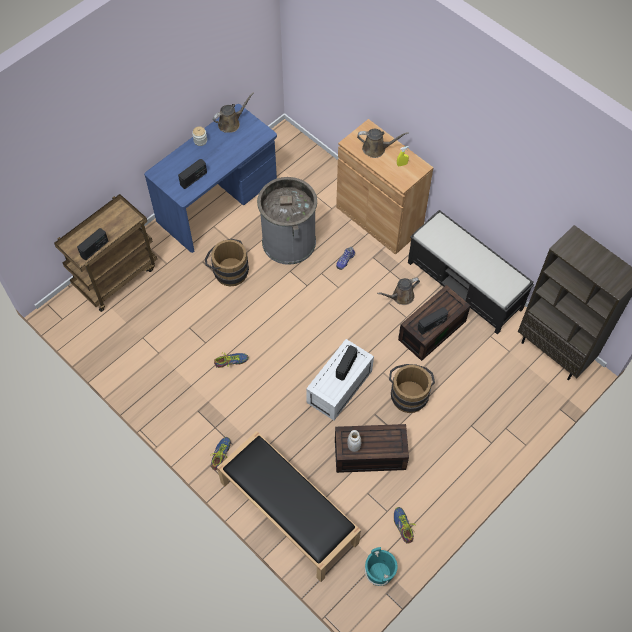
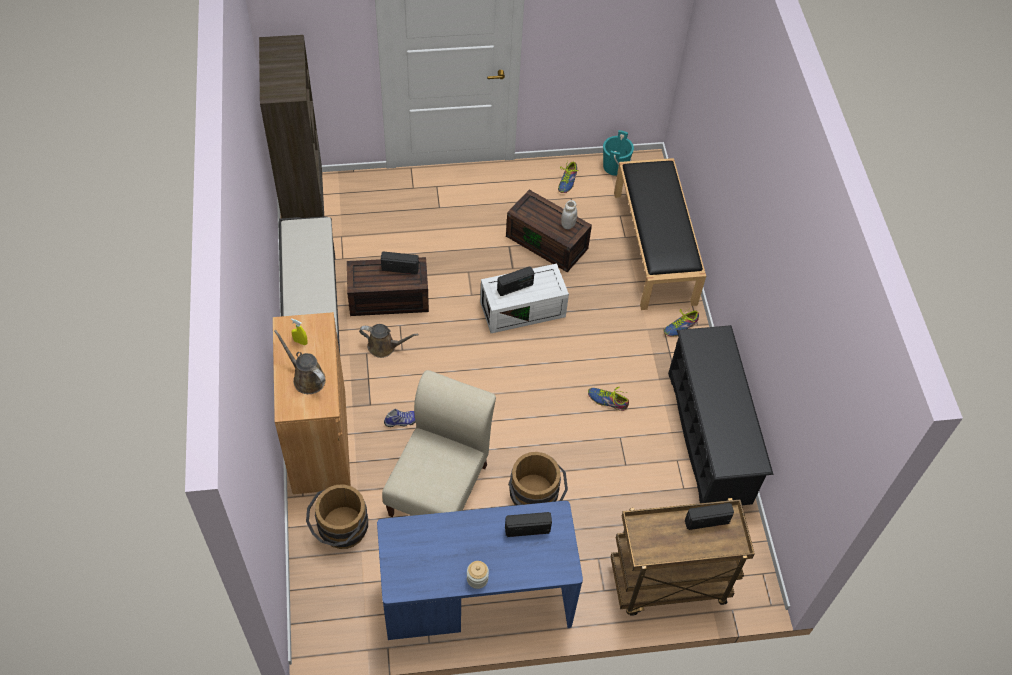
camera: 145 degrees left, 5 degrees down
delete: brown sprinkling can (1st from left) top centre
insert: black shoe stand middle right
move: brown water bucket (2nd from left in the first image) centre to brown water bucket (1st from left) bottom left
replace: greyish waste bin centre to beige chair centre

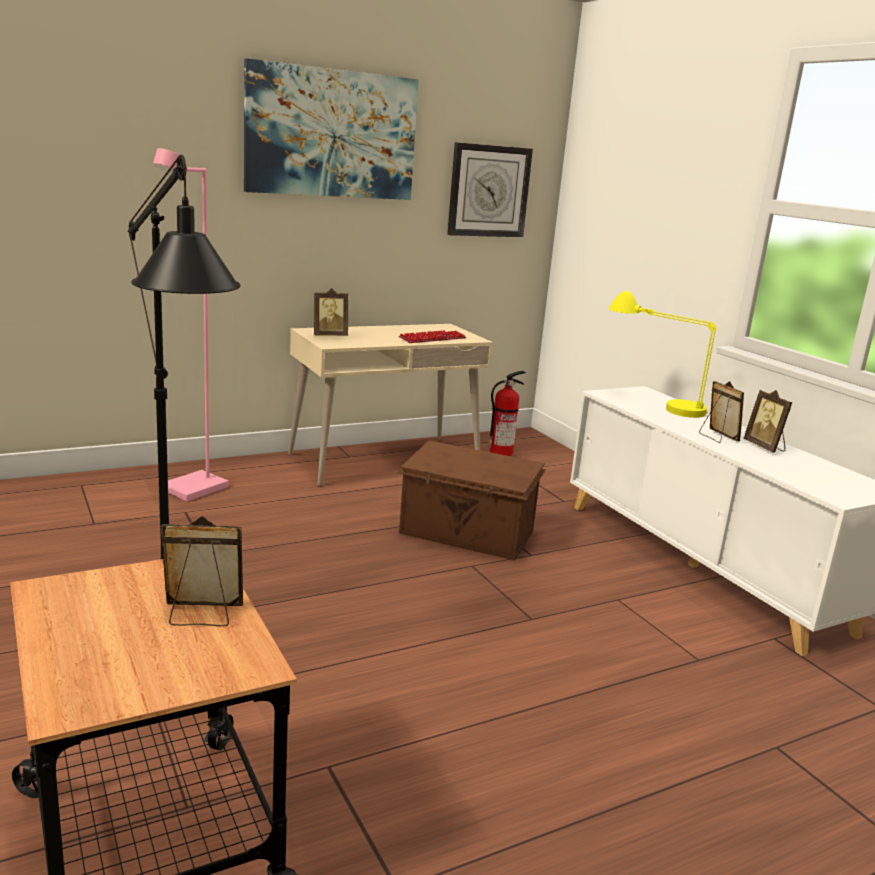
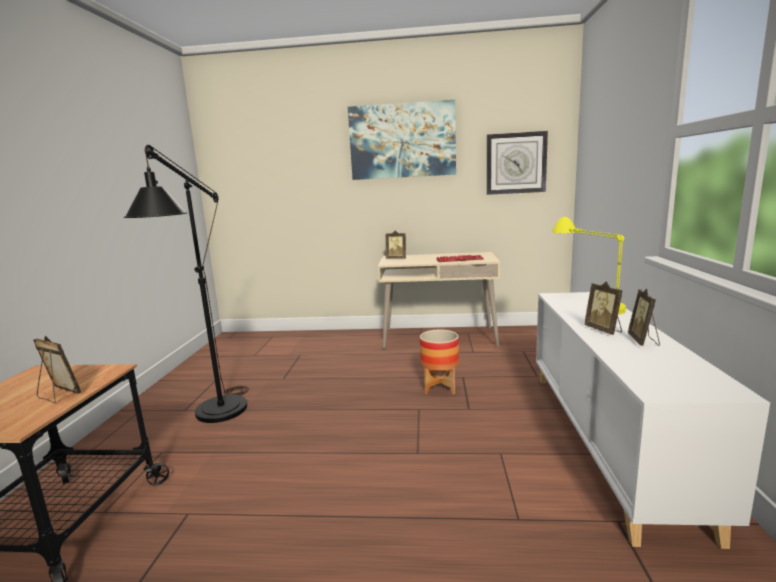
camera: 35 degrees right, 5 degrees down
delete: pink standing lamp middle left; extinguisher centre
replace: brown storage container centre to flower pot centre
rotate: photo frame (3rd from left) middle right = middle right 150 degrees clockwise

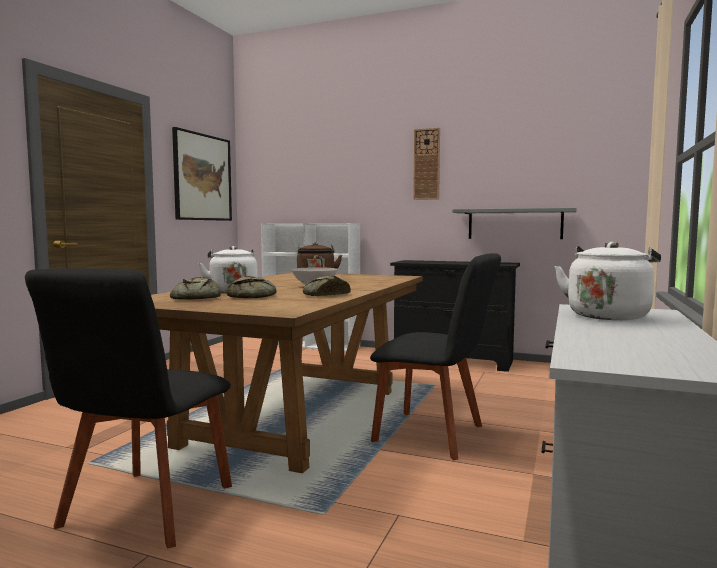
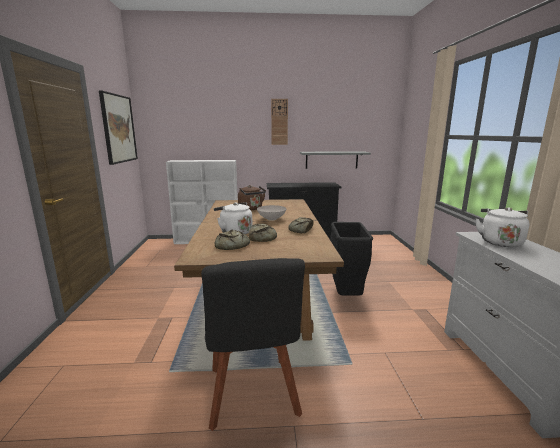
camera: 25 degrees left, 10 degrees up
replace: black chair (2nd from left) centre to black waste bin centre

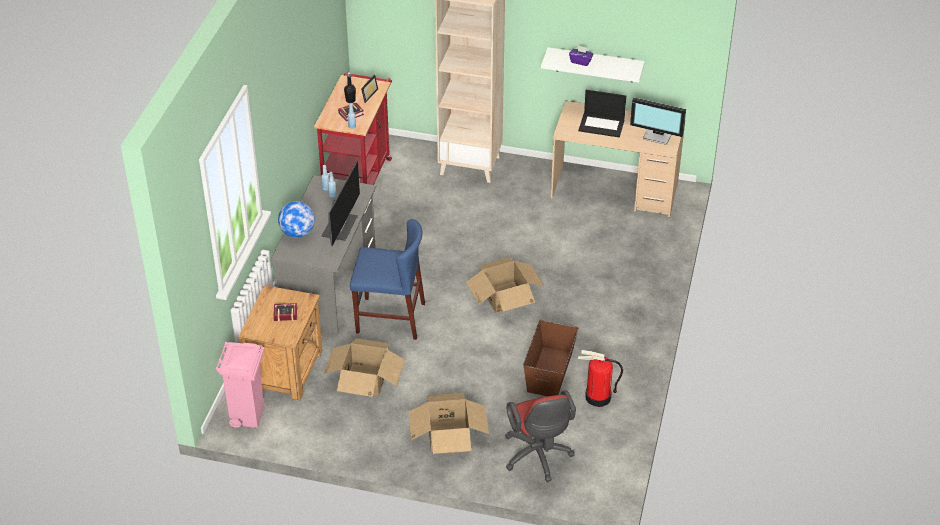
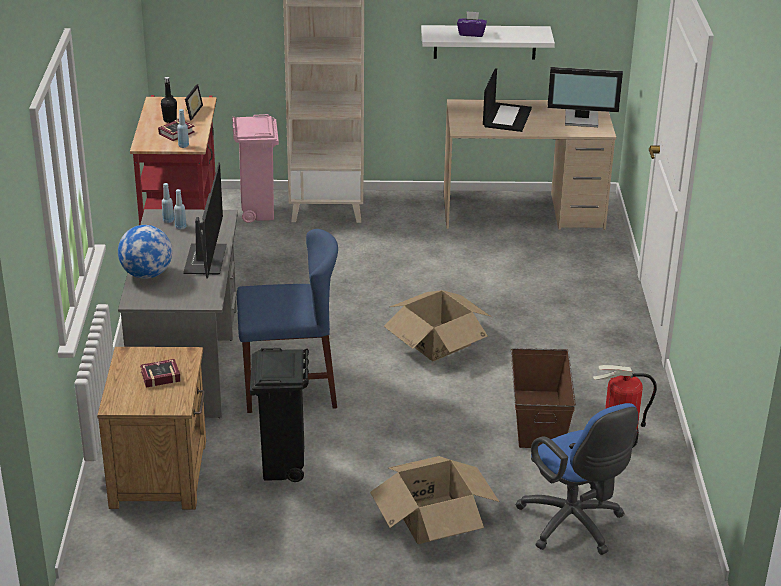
camera: 15 degrees left, 10 degrees down
move: pink waste bin bottom left to top left
replace: packing box (1st from left) bottom centre to black waste bin bottom centre
recolor: red desk chair bottom centre to blue desk chair bottom right
rotate: notebook computer top centre = top centre 75 degrees counterclockwise

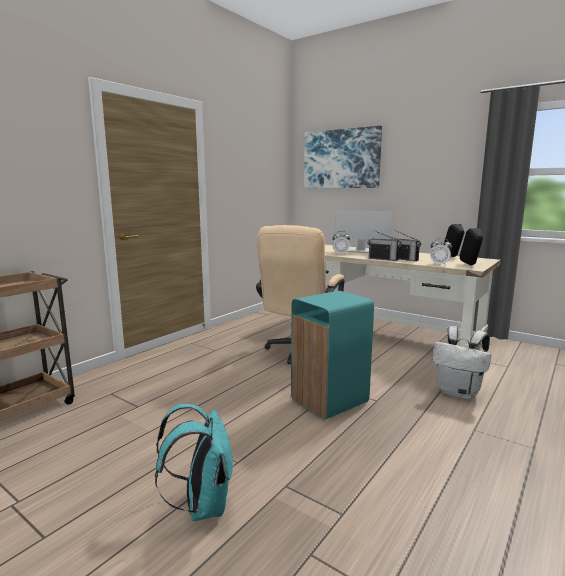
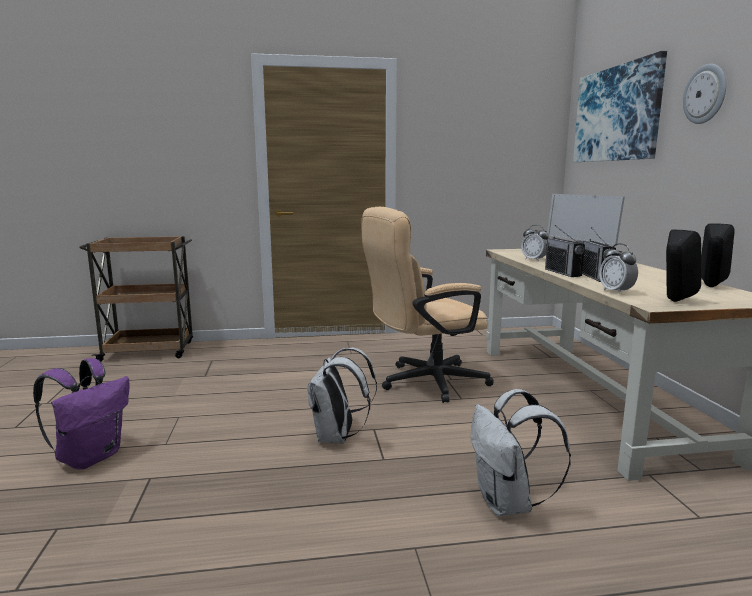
camera: 45 degrees right, 0 degrees up
insert: wall clock top right
replace: turquoise waste bin centre to white rucksack (1st from left) centre
recolor: turquoise rucksack bottom centre to purple-coloured rucksack bottom left

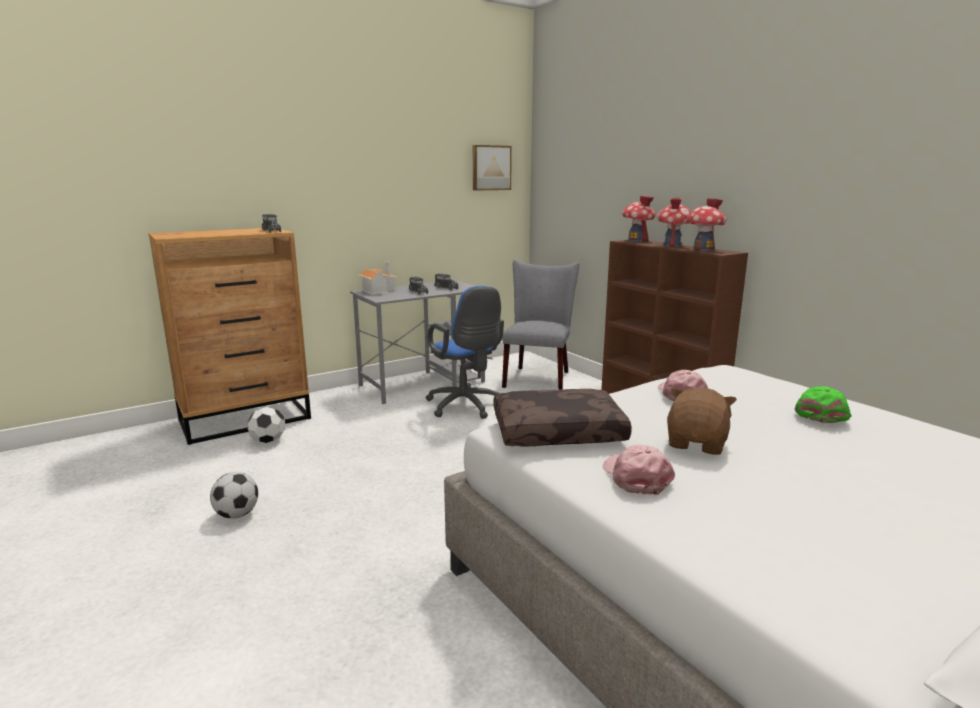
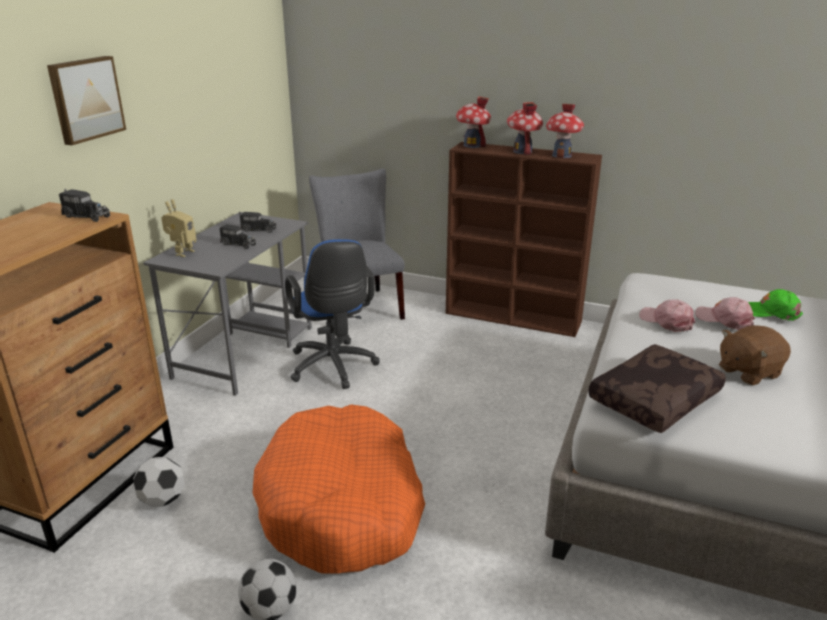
camera: 35 degrees left, 10 degrees up
insert: orangey dog bed bottom centre
move: wall art top centre to top left; pink baseball cap (1st from left in the first image) centre to pink baseball cap (2nd from left) middle right
replace: toy house (1st from left) centre to robot figure middle left
rotate: blue desk chair centre = centre 45 degrees clockwise; brown cuddly toy middle right = middle right 105 degrees counterclockwise; greenish baseball cap middle right = middle right 60 degrees counterclockwise

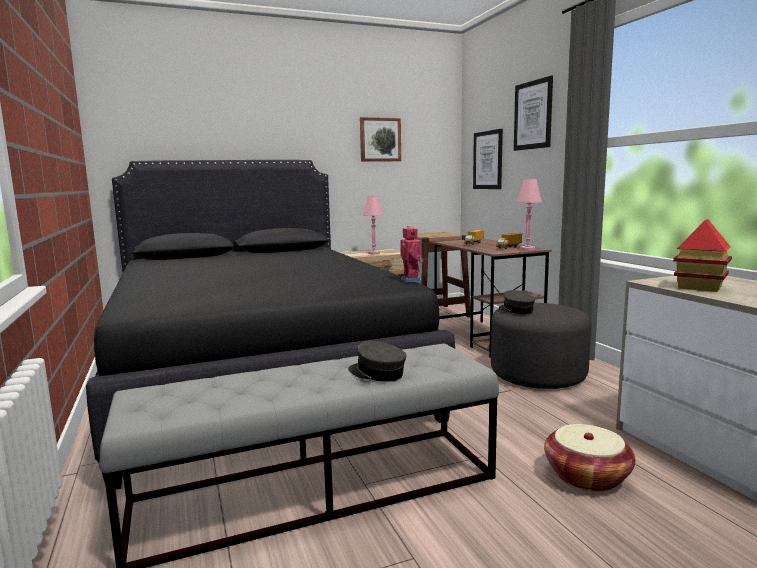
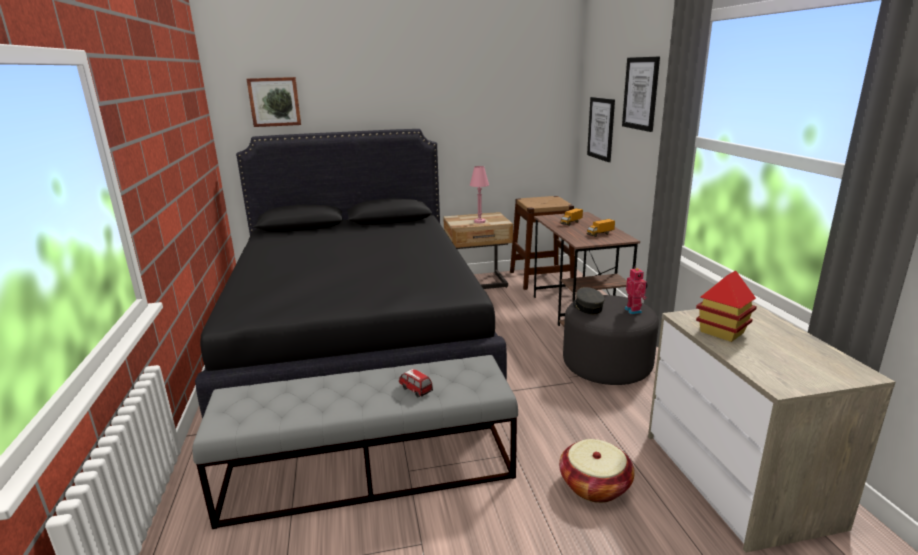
camera: 10 degrees right, 10 degrees up
delete: pink table lamp (2nd from left) middle right
move: wall art (1st from left) top centre to top left; robot figure centre to middle right
replace: greyish baseball cap (1st from left) centre to model car bottom centre

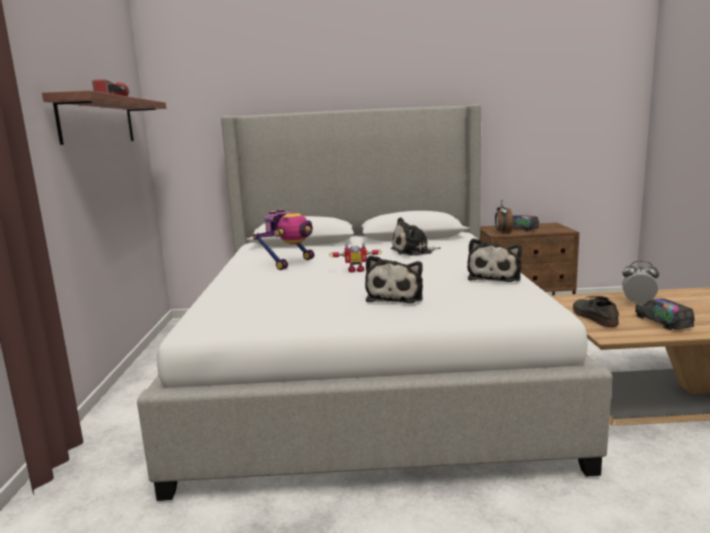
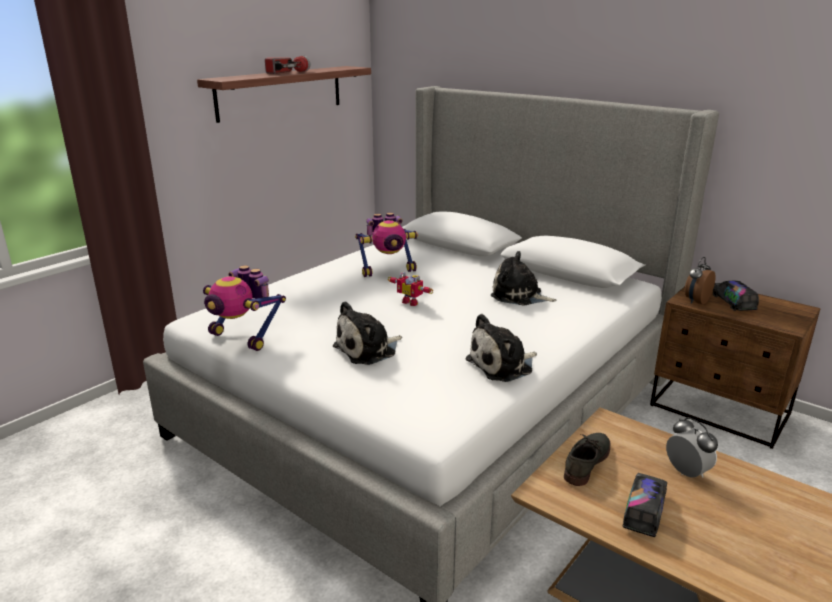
camera: 40 degrees right, 10 degrees up
insert: robot figure (1st from left) middle left

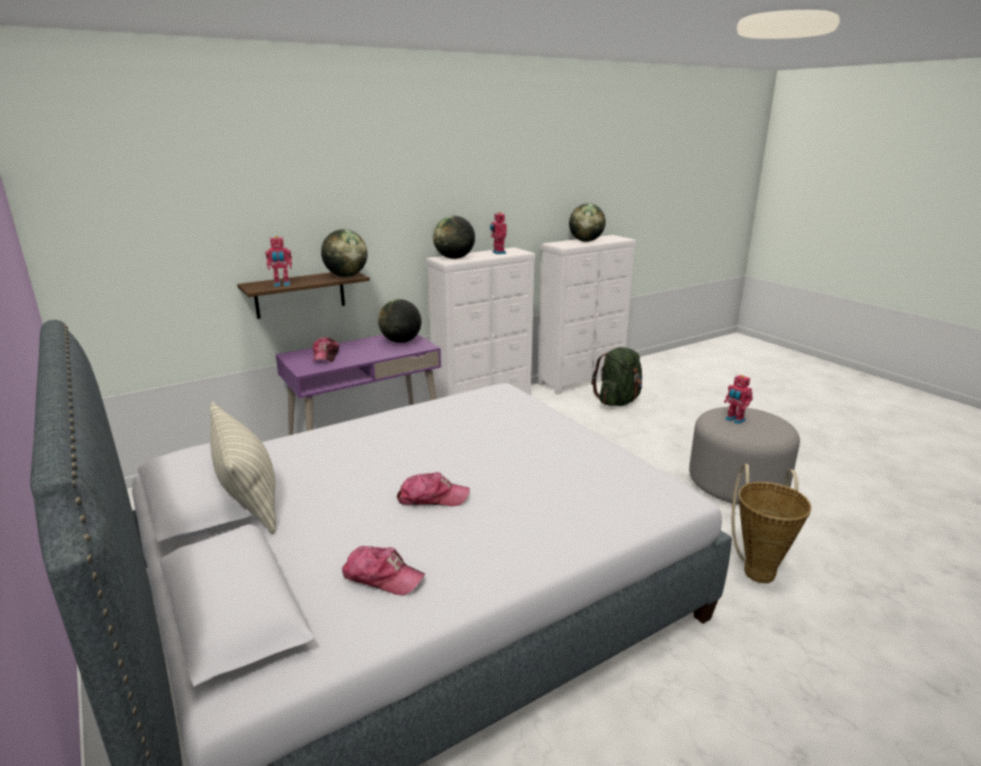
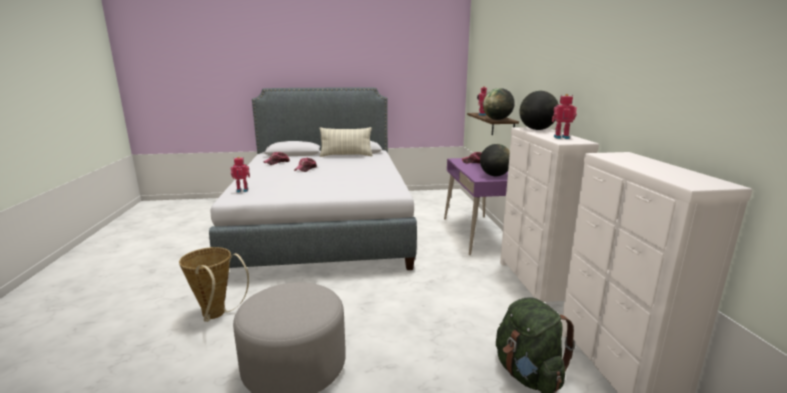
camera: 115 degrees right, 5 degrees down
delete: desk globe (4th from left) top centre
move: robot figure (3rd from left in the first image) middle right to robot figure (1st from left) middle left

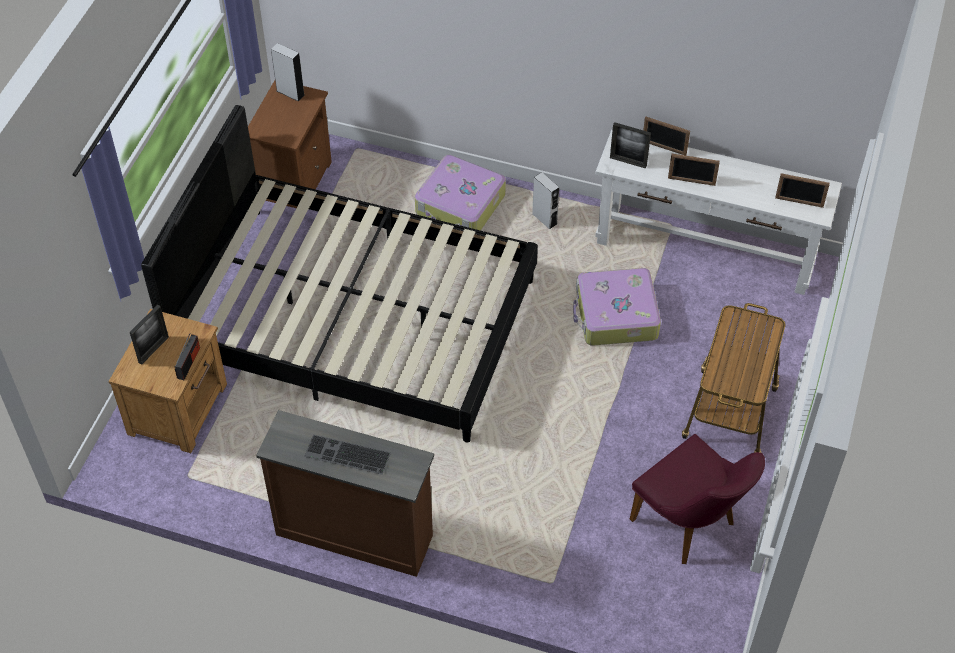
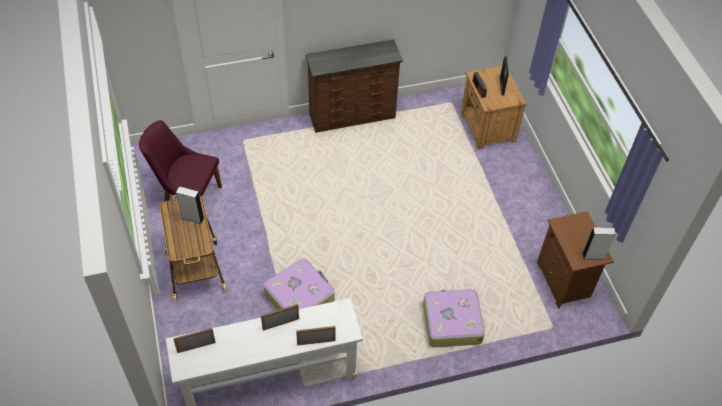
camera: 145 degrees right, 0 degrees up
delete: black bed centre; computer keyboard bottom centre; photo frame (2nd from left) top centre
move: greyish speaker (2nd from left in the first image) top centre to greyish speaker (1st from left) middle left

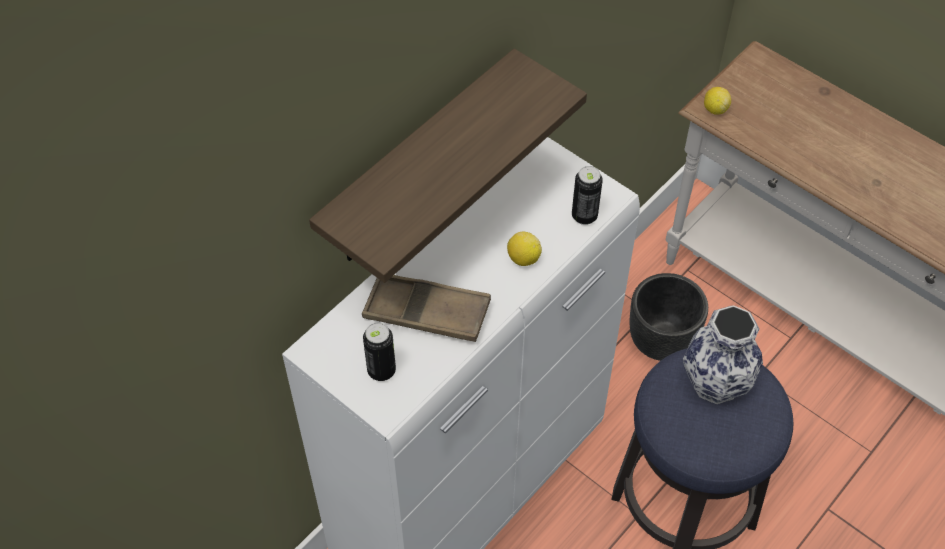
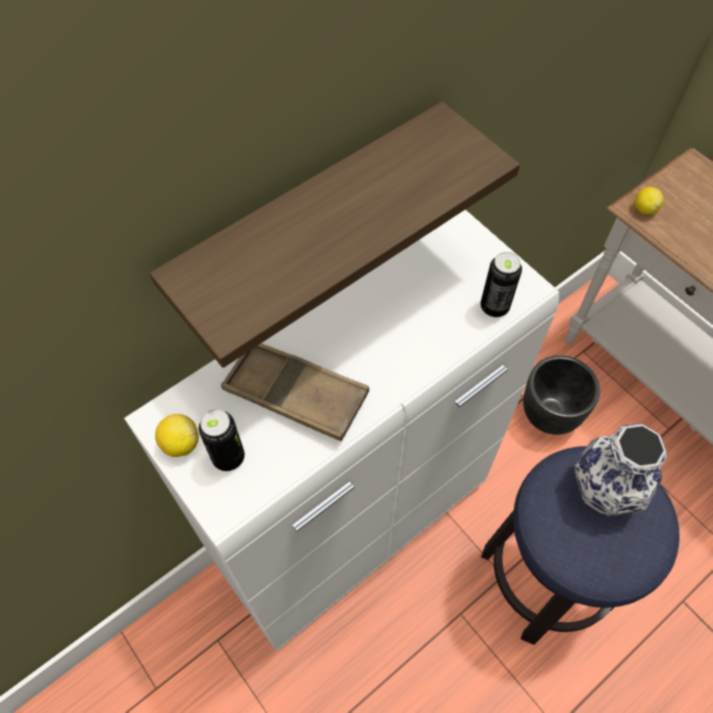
camera: 10 degrees right, 5 degrees up
move: citrus fruit (1st from left) centre to middle left

